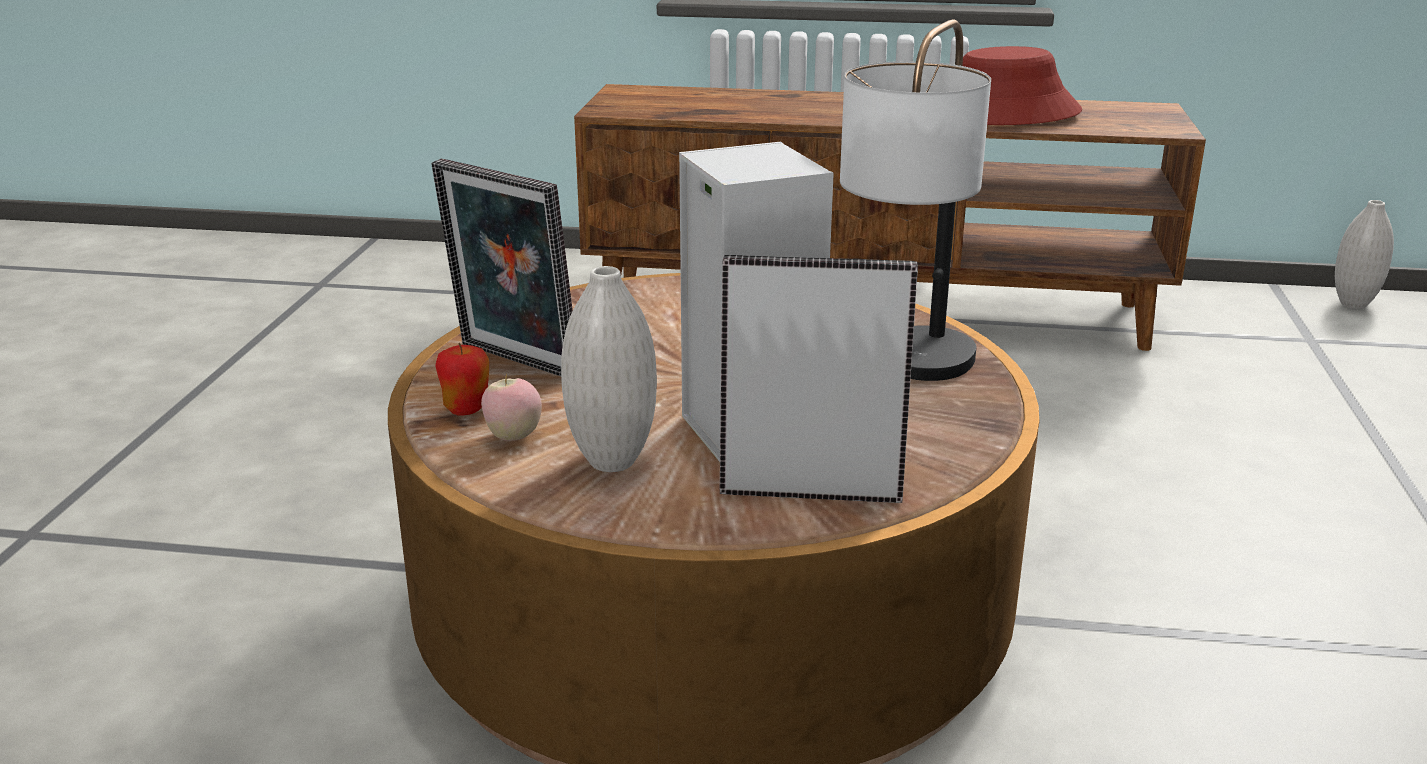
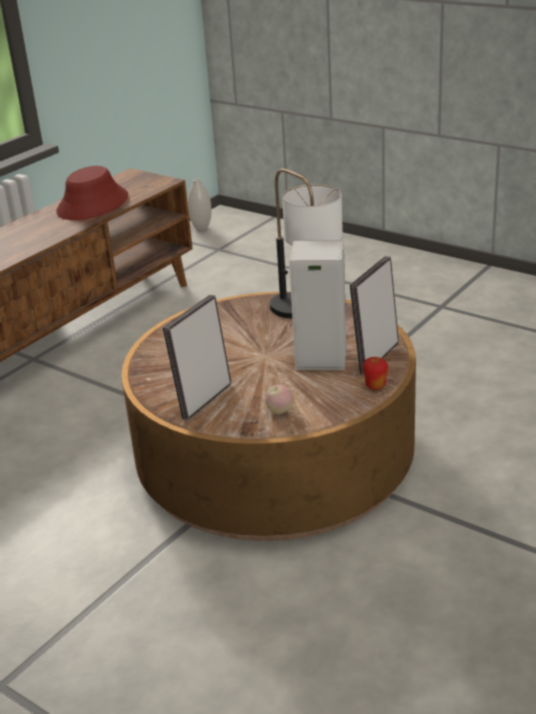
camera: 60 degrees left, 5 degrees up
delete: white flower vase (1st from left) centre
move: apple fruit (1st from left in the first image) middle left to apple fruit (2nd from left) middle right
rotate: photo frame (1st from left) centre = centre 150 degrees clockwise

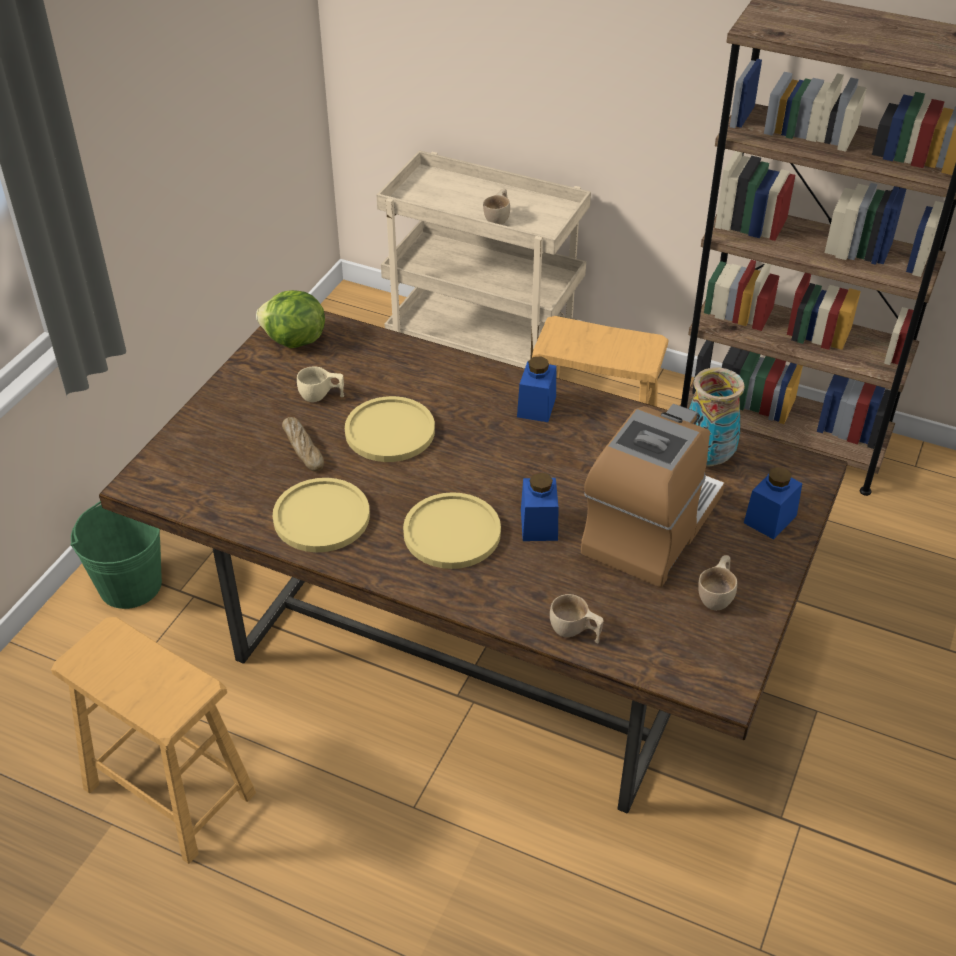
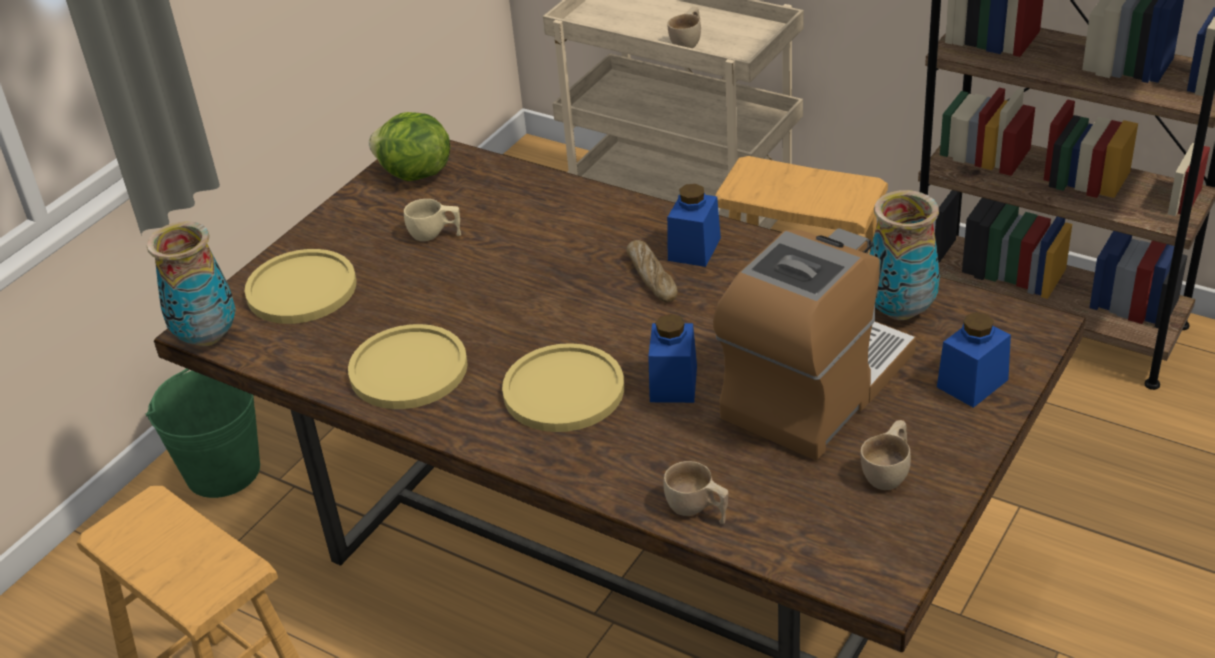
camera: 10 degrees right, 5 degrees down
insert: flower vase (1st from left) middle left
move: baked bread middle left to centre; yellowish flat dish (2nd from left in the first image) centre to yellowish flat dish (1st from left) middle left

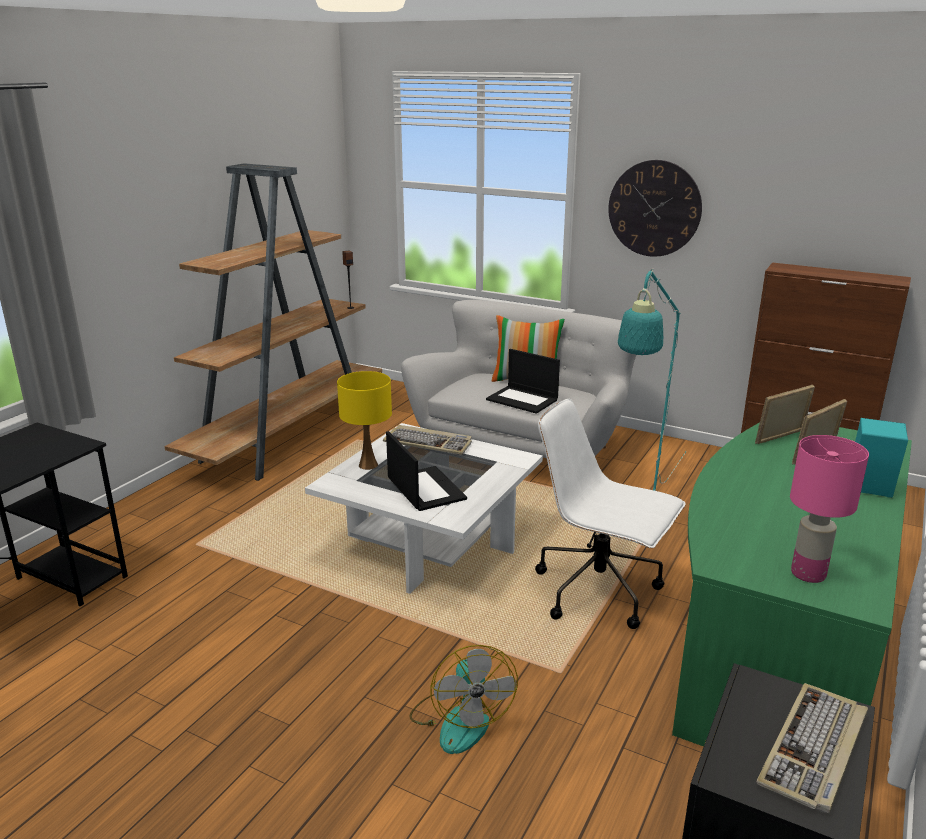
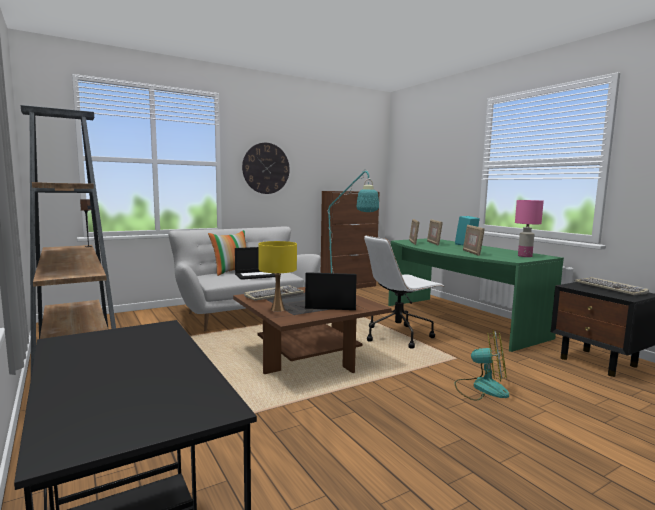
camera: 60 degrees left, 15 degrees down
insert: photo frame (3rd from left) middle right
recolor: white low table centre to brown low table centre

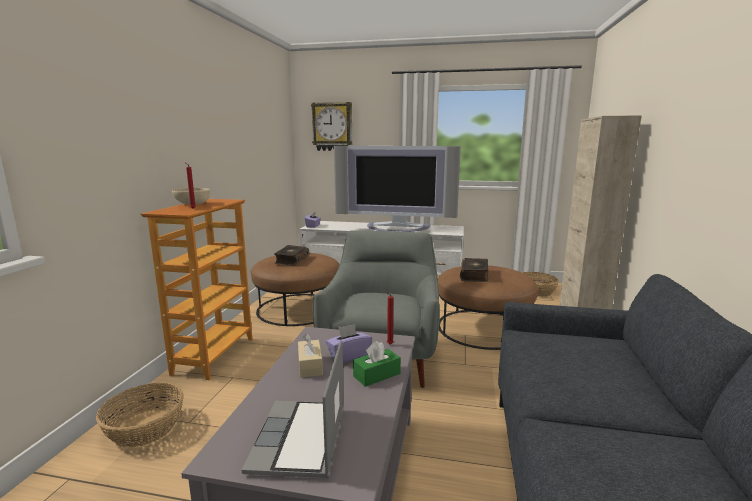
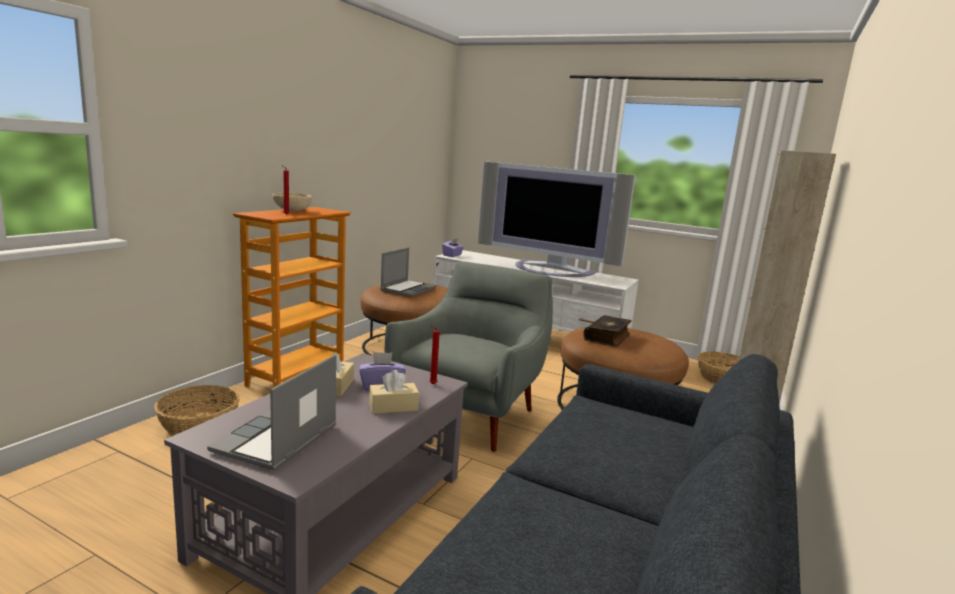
camera: 15 degrees right, 0 degrees up
delete: wall clock top centre
replace: book (1st from left) centre to notebook computer (2nd from left) centre
recolor: greenish box of tissues bottom centre to beige box of tissues (2nd from left) centre

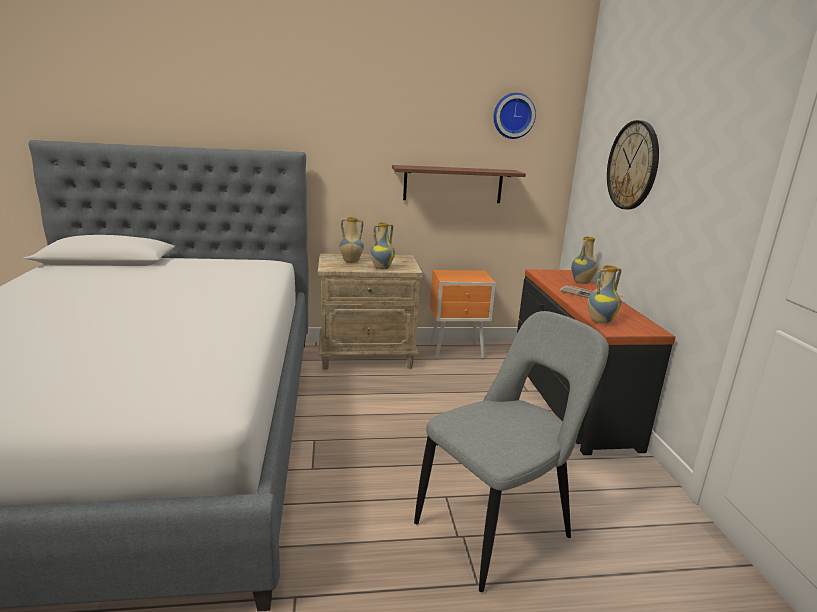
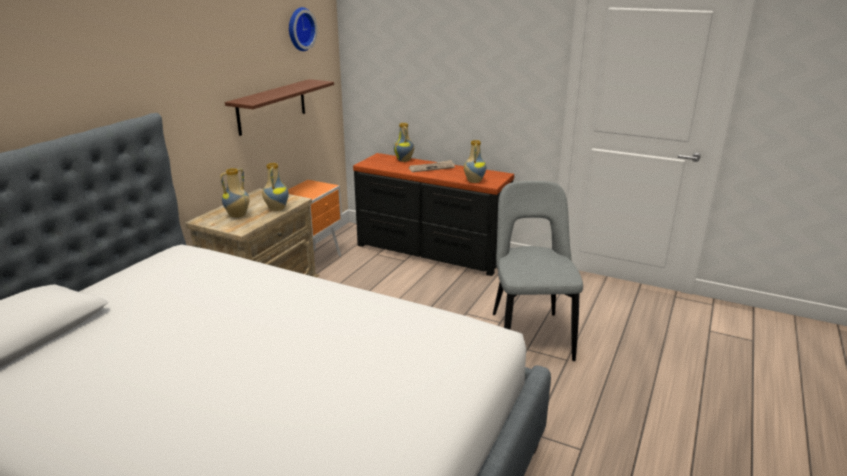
camera: 55 degrees left, 5 degrees up
delete: wall clock (2nd from left) top right

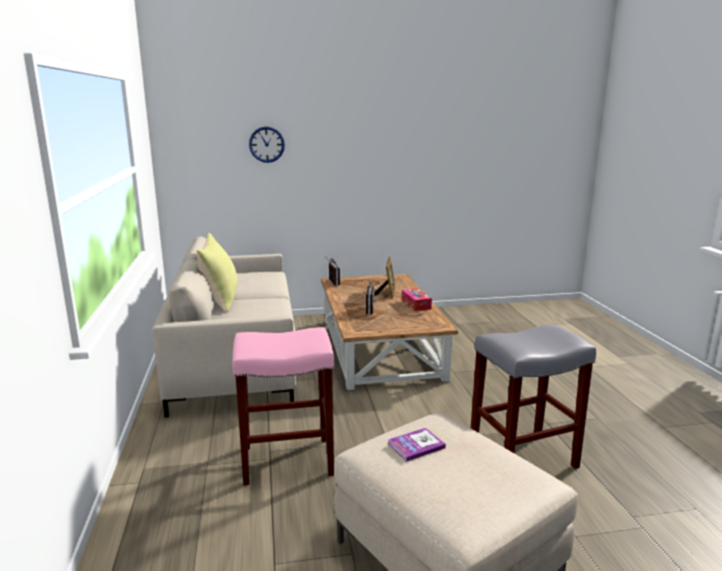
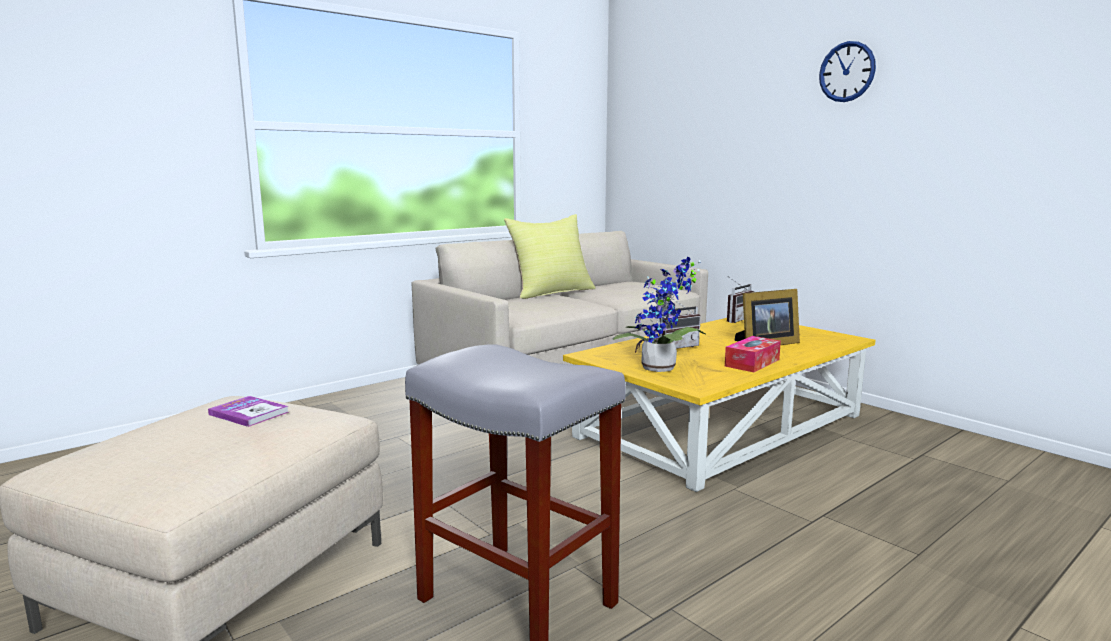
camera: 60 degrees right, 5 degrees down
delete: pink stool bottom centre
insert: houseplant centre
move: wall clock top centre to top right
recolor: brown low table centre to yellowish low table centre

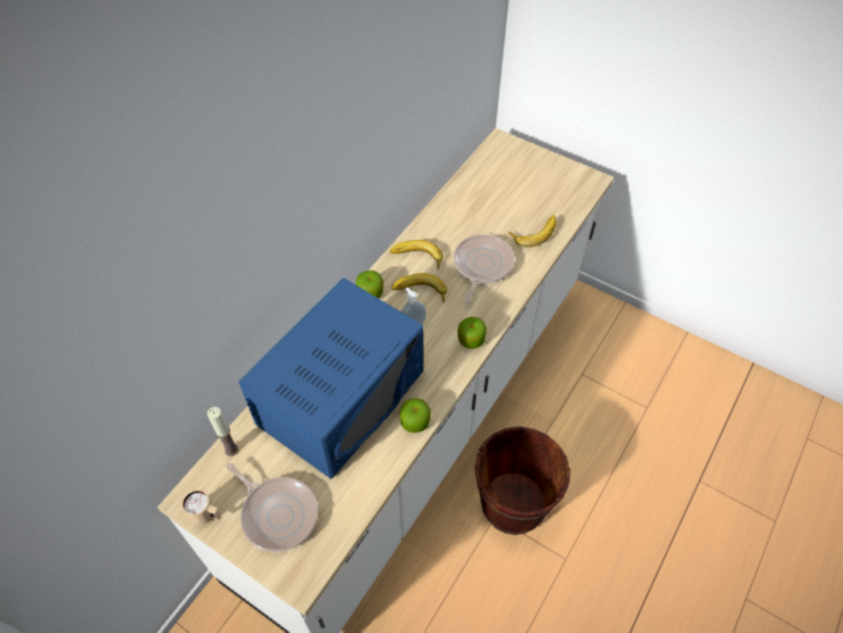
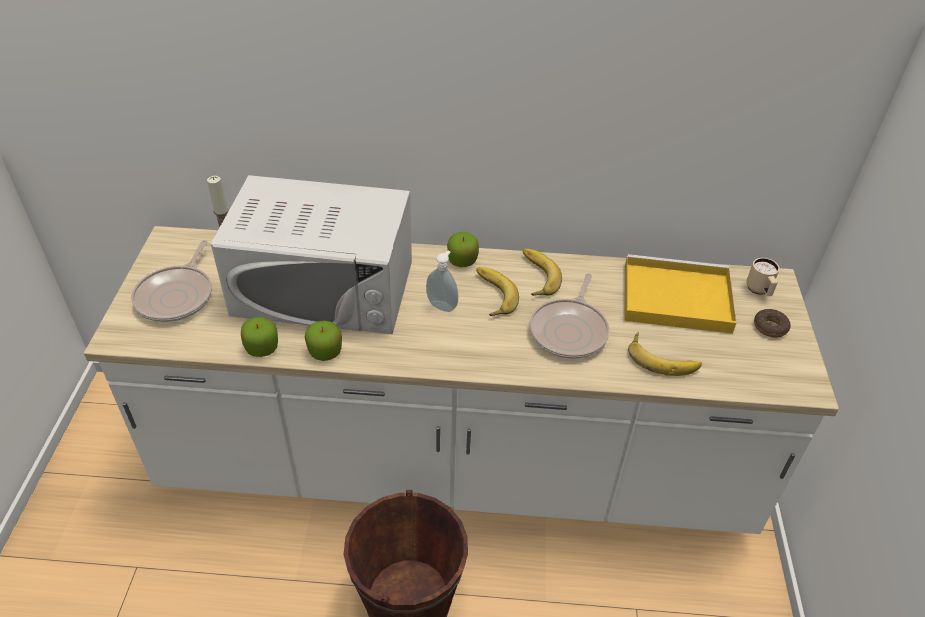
camera: 60 degrees right, 10 degrees down
insert: yellowish carrying tray middle right; donut middle right
move: beige tea mug bottom left to middle right; apple fruit (3rd from left in the first image) centre to apple fruit (1st from left) middle left
recolor: blue microwave centre to white microwave centre
rotate: frying pan (2nd from left) centre = centre 120 degrees clockwise

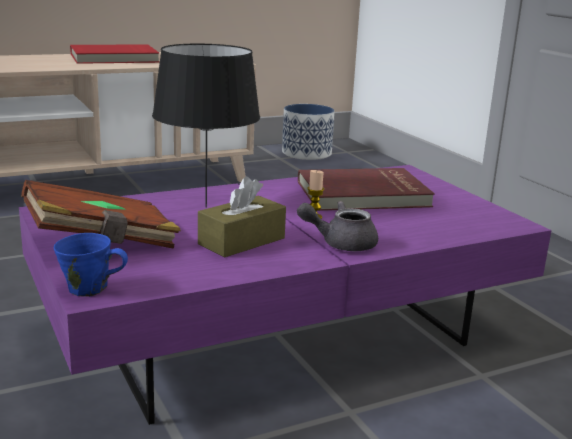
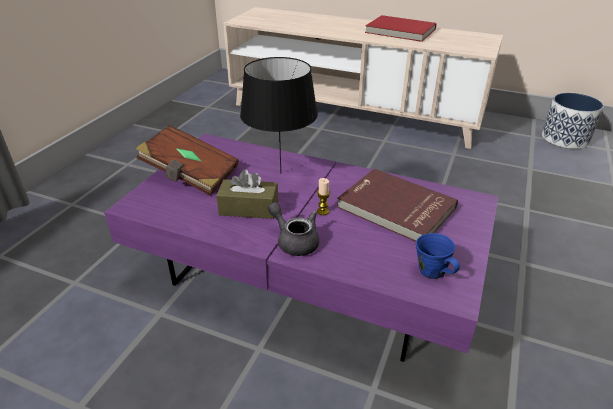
camera: 50 degrees right, 15 degrees up
move: blue tea mug middle left to middle right

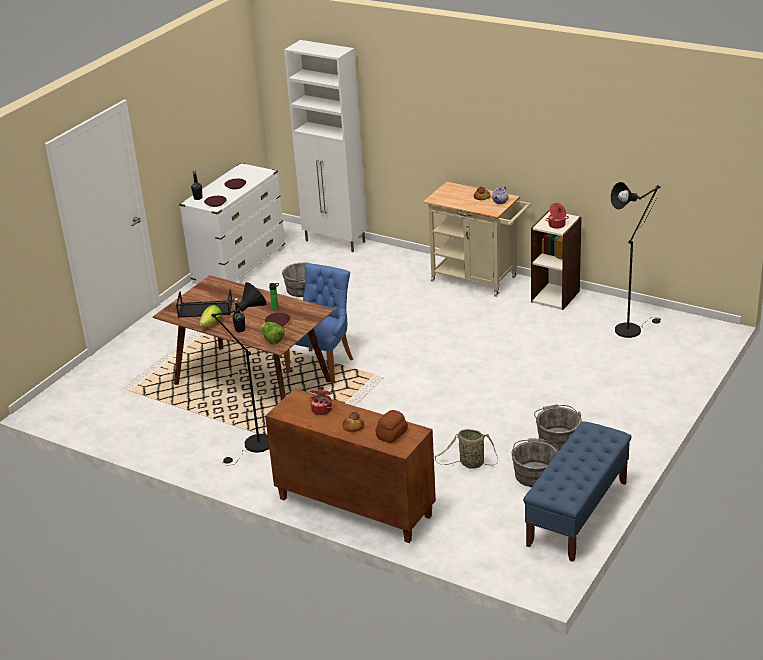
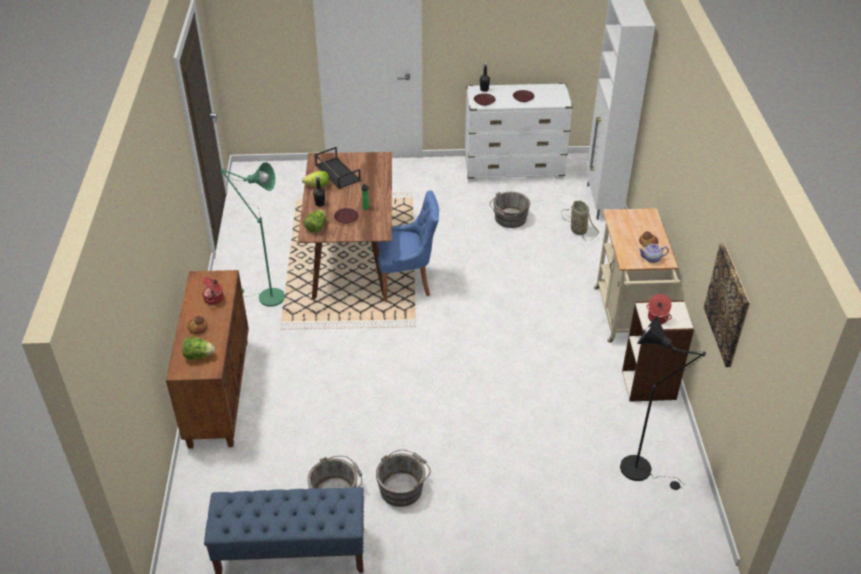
camera: 55 degrees right, 10 degrees up
insert: wall art middle right
move: household basket bottom centre to middle right
replace: baked bread (2nd from left) centre to lettuce (1st from left) middle left
recolor: black standing lamp (1st from left) middle left to greenish standing lamp middle left

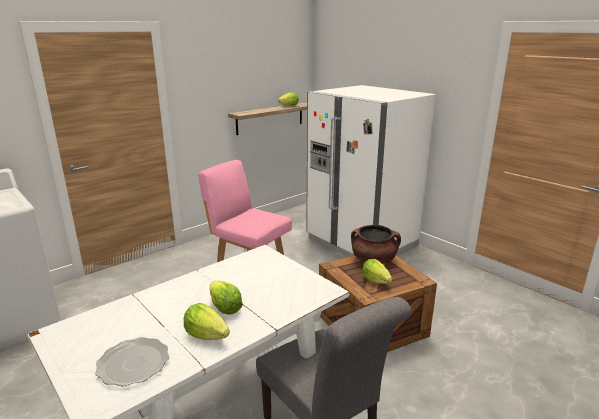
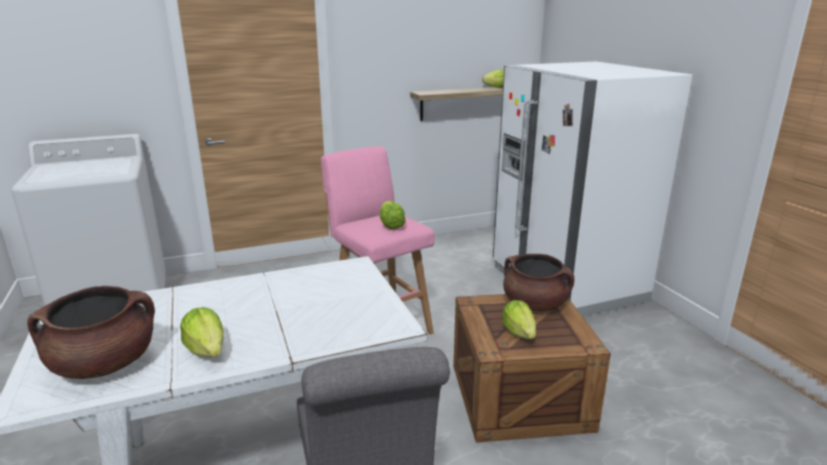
camera: 20 degrees right, 0 degrees up
move: lettuce (2nd from left) bottom centre to centre
replace: flat dish bottom left to brown stockpot (1st from left) bottom left

